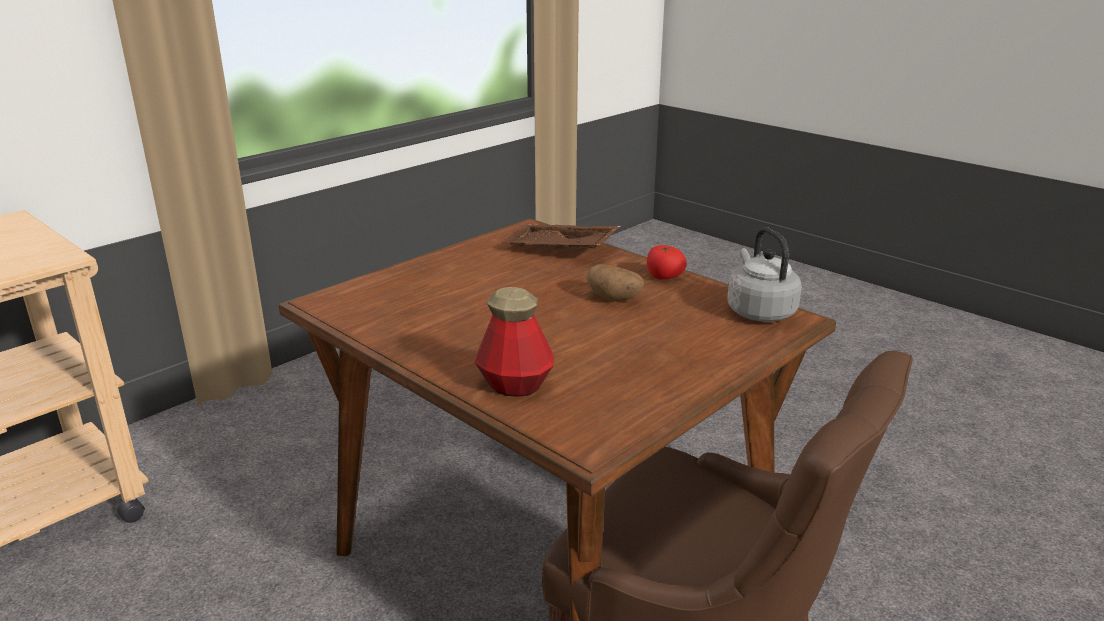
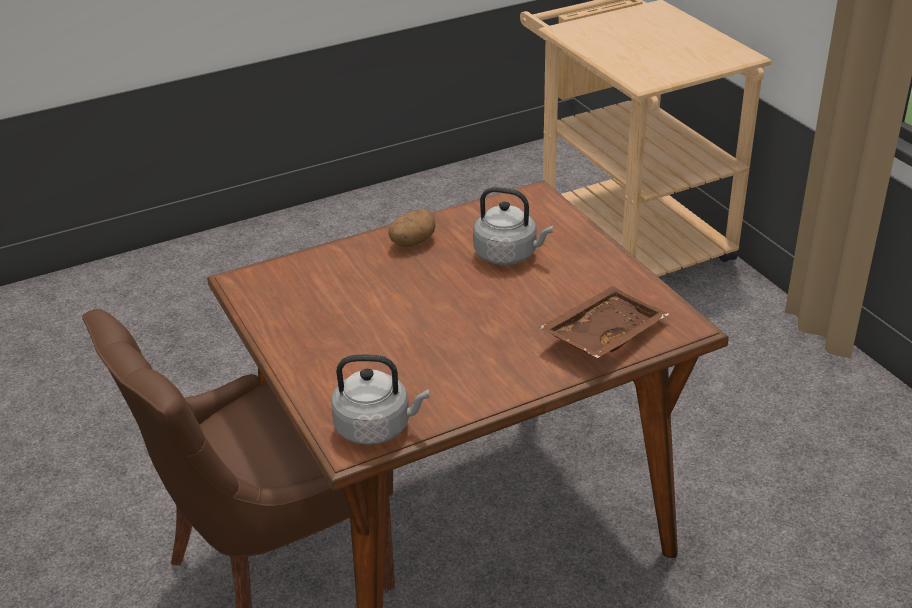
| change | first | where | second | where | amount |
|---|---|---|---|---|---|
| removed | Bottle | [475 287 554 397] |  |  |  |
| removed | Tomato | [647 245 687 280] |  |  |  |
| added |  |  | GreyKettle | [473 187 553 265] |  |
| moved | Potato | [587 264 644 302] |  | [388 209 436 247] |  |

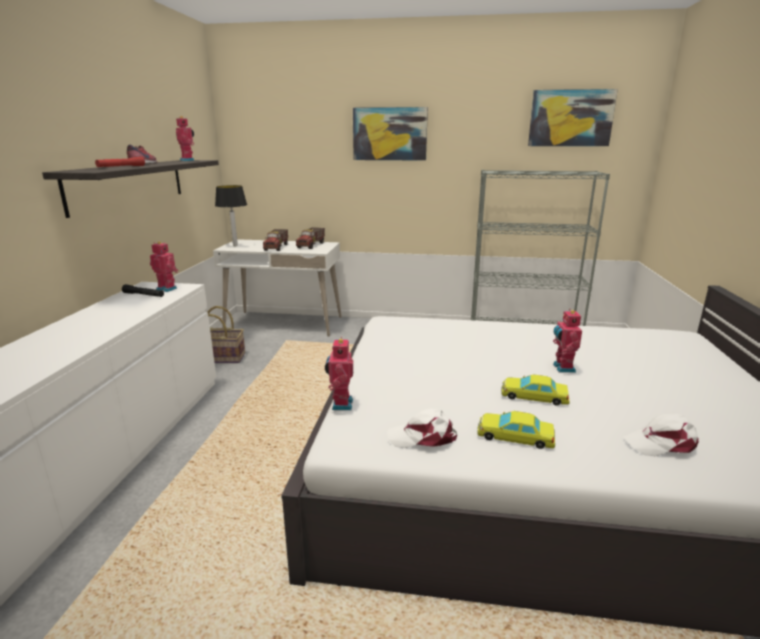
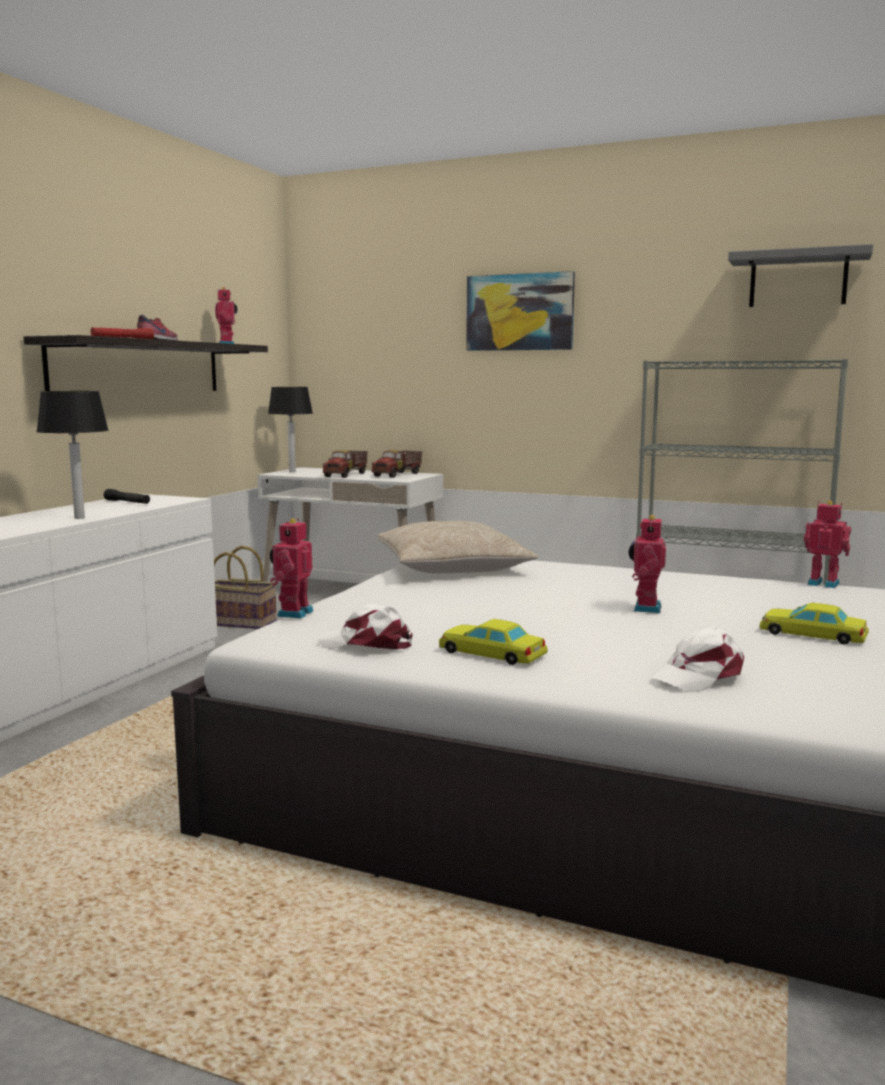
| change | first | where | second | where | amount |
|---|---|---|---|---|---|
| added |  |  | TableLamp | [36 391 109 519] |  |
| added |  |  | BeigePillow | [377 521 538 574] |  |
| moved | ToyRobot | [150 242 178 292] |  | [804 501 851 588] |  |
| moved | YellowToyCar | [501 374 570 406] |  | [760 603 869 645] |  |
| replaced | Picture | [528 89 618 146] | GreyShelf | [728 244 873 307] |  |
| turned | WhiteCap | [623 414 699 457] |  | [651 627 744 692] | 45 degrees counterclockwise |

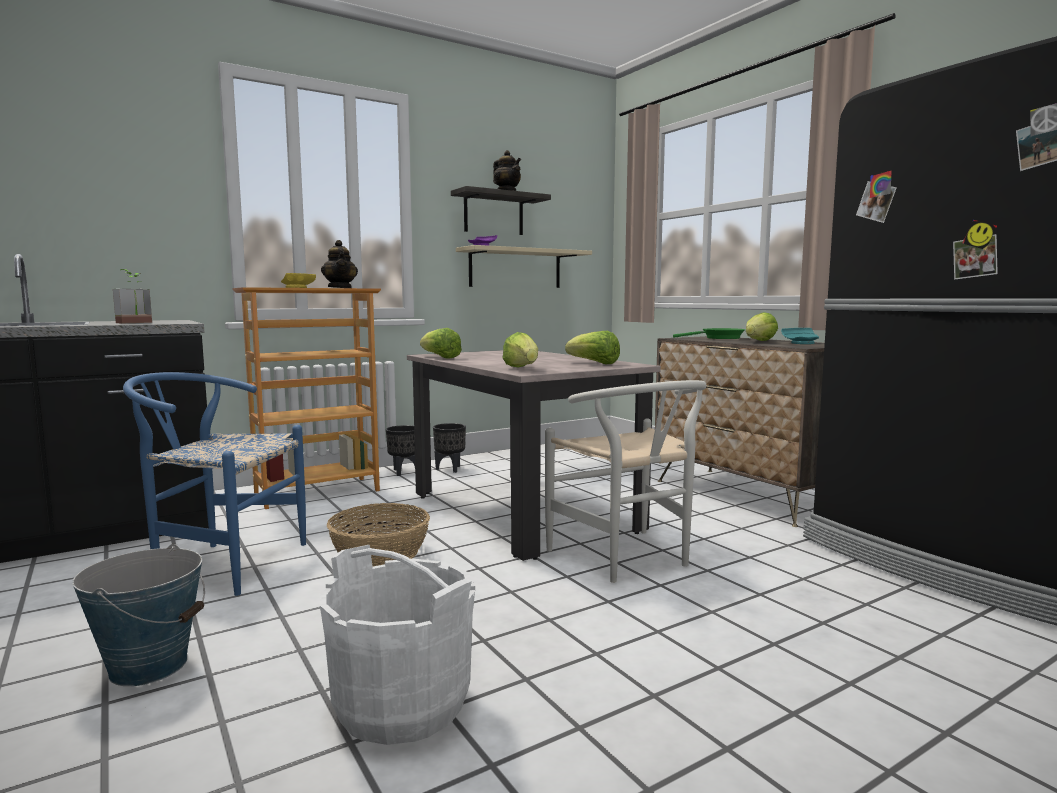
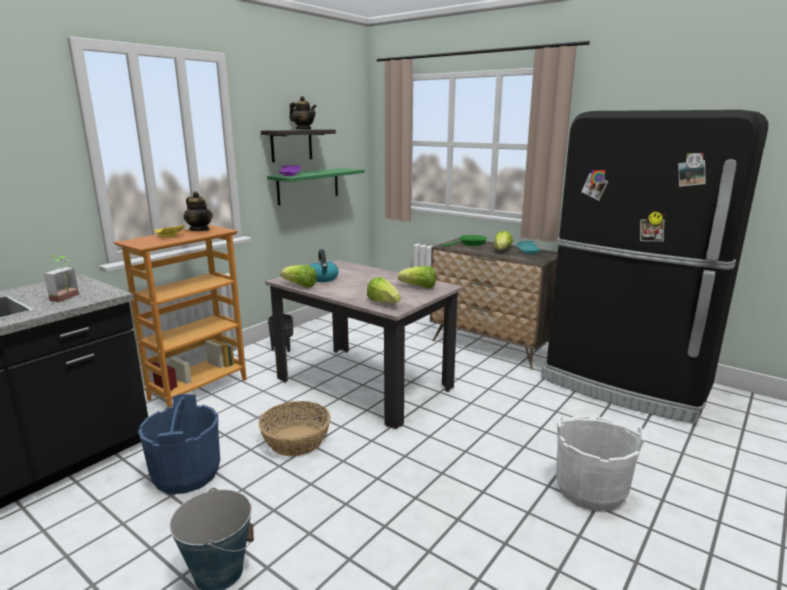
| change | first | where | second | where | amount |
|---|---|---|---|---|---|
| removed | BlackPlanter | [386 425 415 476] |  |  |  |
| removed | WhiteChair | [545 380 707 583] |  |  |  |
| added |  |  | Kettle | [310 249 339 282] |  |
| moved | WhiteBucket | [320 545 475 745] |  | [556 415 645 511] |  |
| replaced | BlueChair | [123 372 306 596] | BlueBucket | [138 394 220 494] |  |
| recoloured | BeigeShelf | [456 245 592 288] | GreenShelf | [267 168 364 205] |  |

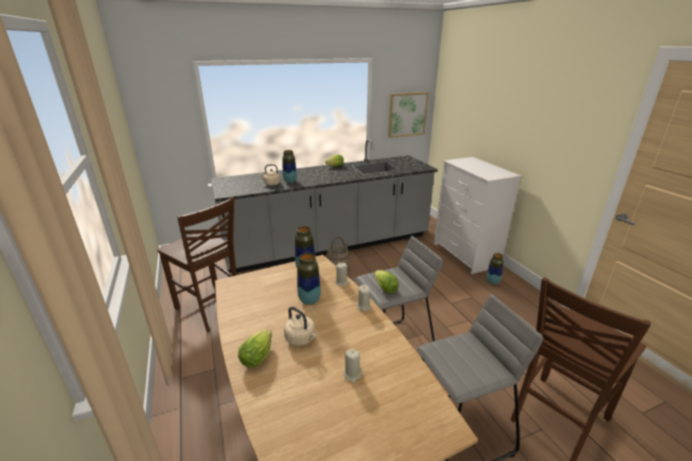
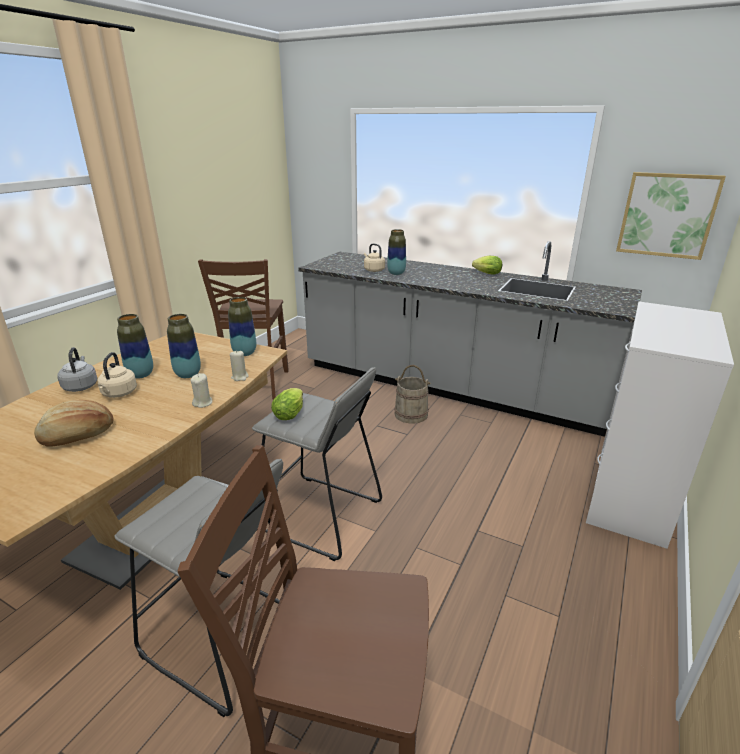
| change | first | where | second | where | amount |
|---|---|---|---|---|---|
| moved | Vase | [486 253 504 284] |  | [117 314 153 379] |  |
| replaced | Lettuce | [238 330 272 368] | GreyKettle | [57 347 97 392] |  |
| replaced | BeigeCandle | [343 349 362 383] | Bread | [34 400 114 447] |  |

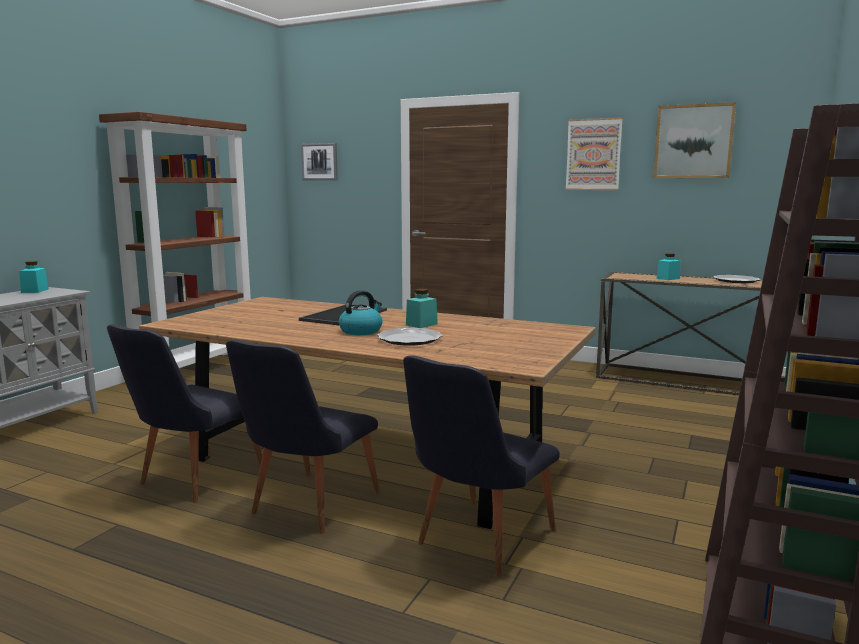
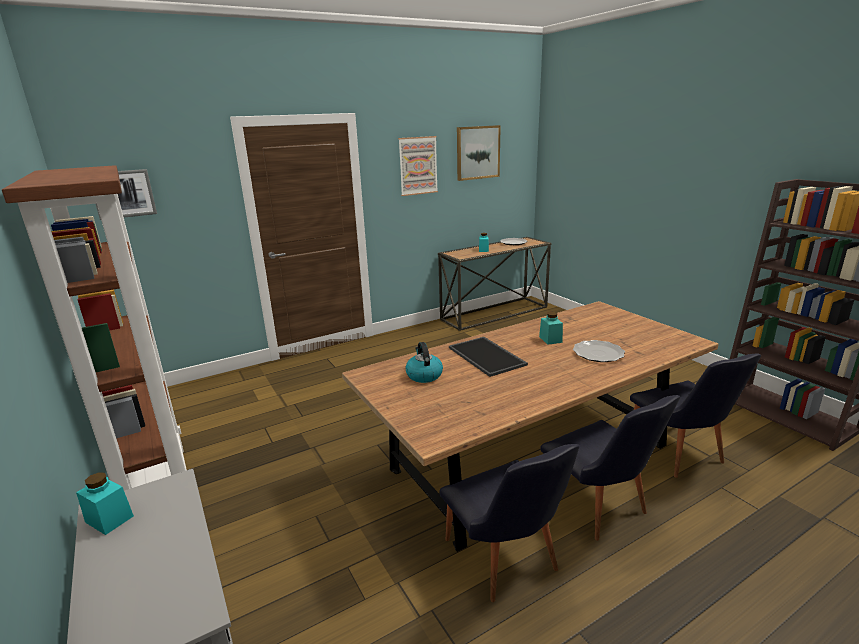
| change | first | where | second | where | amount |
|---|---|---|---|---|---|
| moved | Kettle | [339 290 382 335] |  | [405 342 443 383] |  |

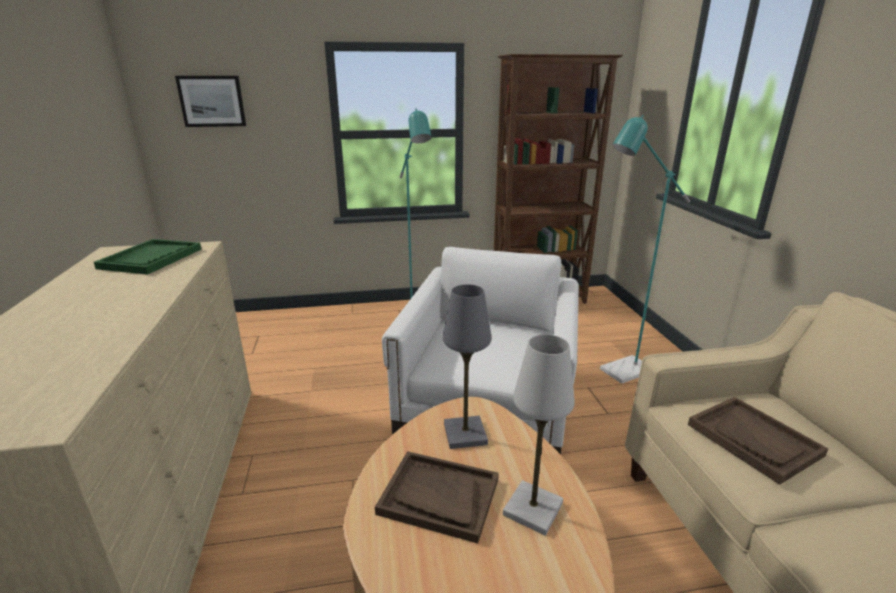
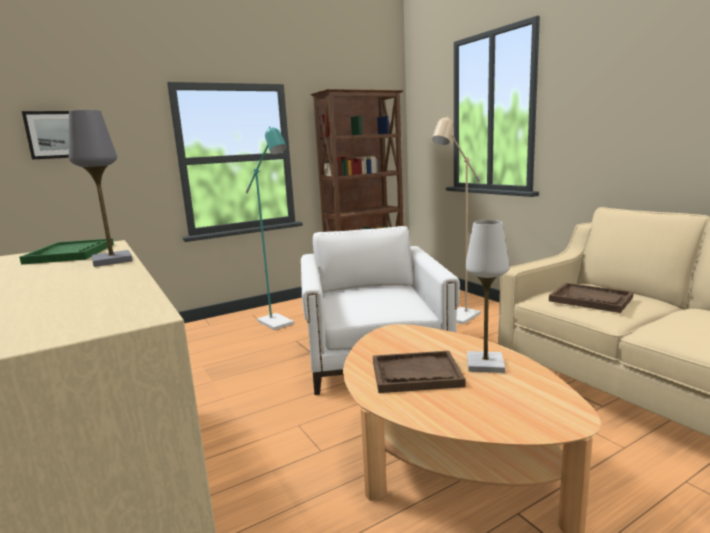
| change | first | where | second | where | amount |
|---|---|---|---|---|---|
| moved | GreyTableLamp | [443 284 491 449] |  | [69 110 133 267] |  |
| recoloured | TurquoiseFloorLamp | [600 115 690 384] | BeigeFloorLamp | [432 116 481 324] |  |

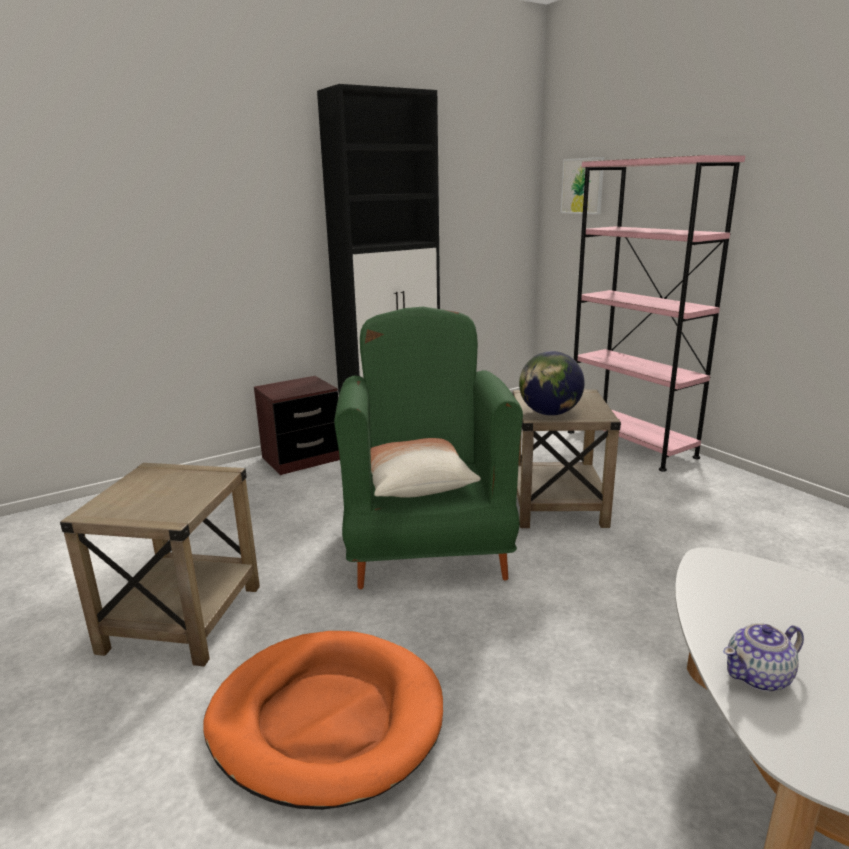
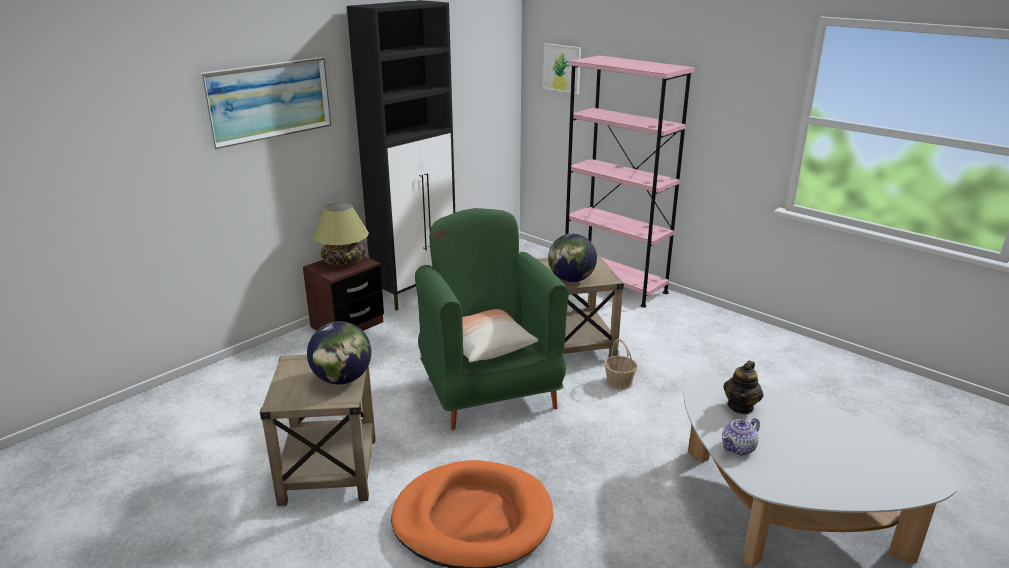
| change | first | where | second | where | amount |
|---|---|---|---|---|---|
| added |  |  | Picture | [199 57 331 149] |  |
| added |  |  | Globe | [307 321 371 385] |  |
| added |  |  | TableLamp | [314 202 369 266] |  |
| added |  |  | Basket | [604 339 637 390] |  |
| added |  |  | Teapot | [724 361 764 414] |  |

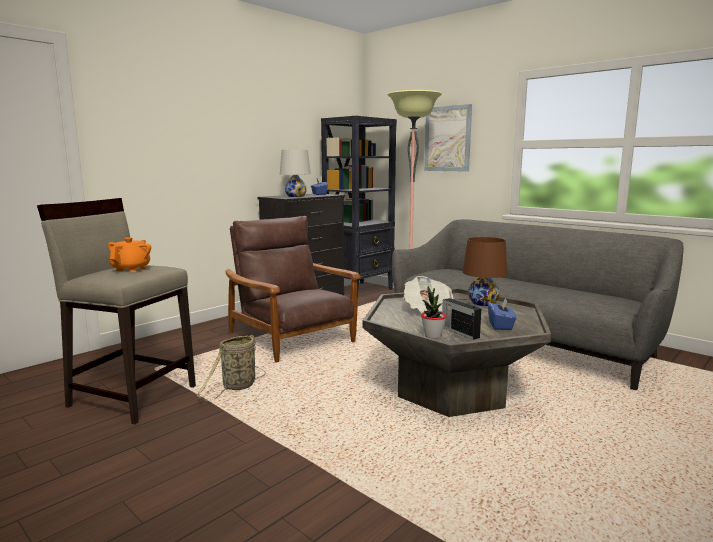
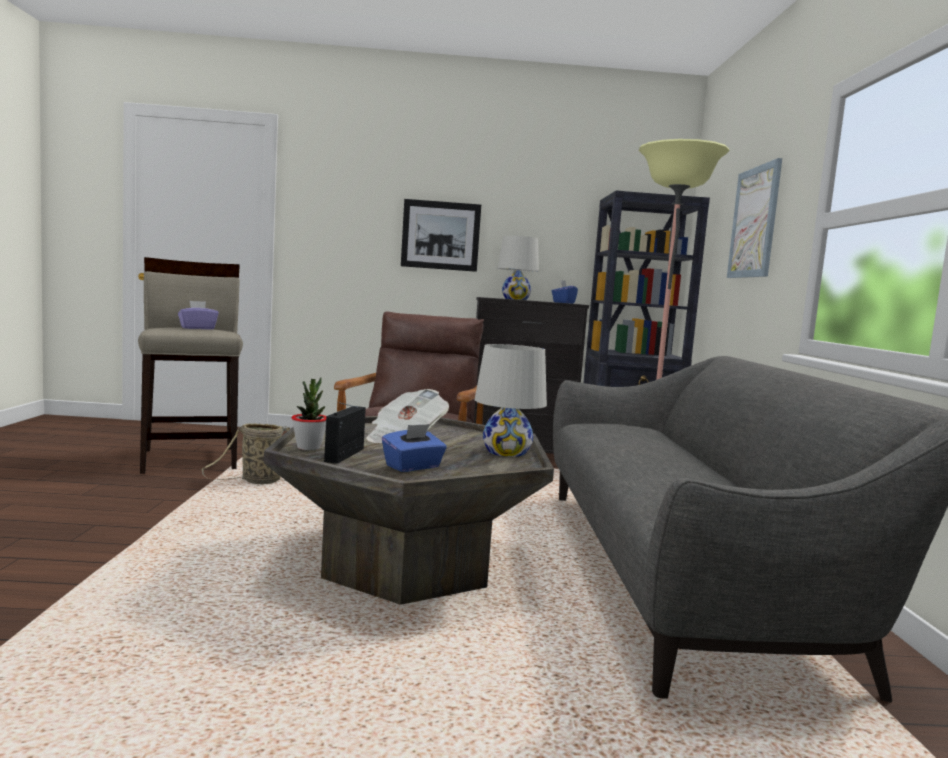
| change | first | where | second | where | amount |
|---|---|---|---|---|---|
| added |  |  | Picture | [401 199 481 272] |  |
| replaced | OrangeTeapot | [108 237 151 272] | PurpleTissueBox | [178 301 218 330] |  |
| recoloured | BrownTableLamp | [462 237 508 306] | WhiteTableLamp | [475 344 547 457] |  |

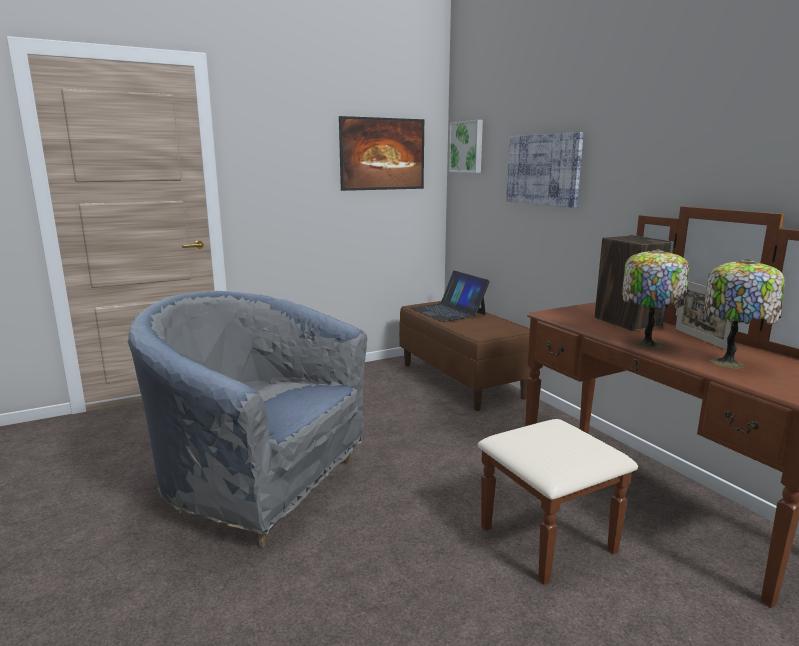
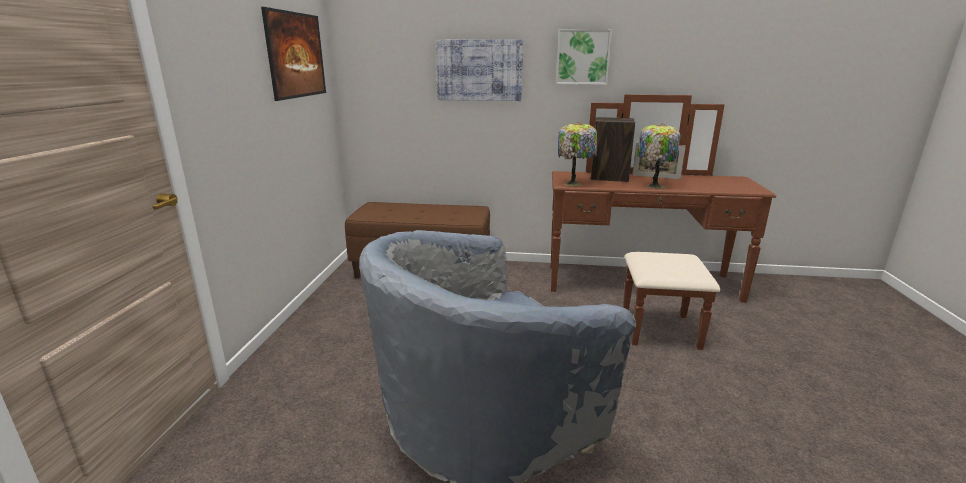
| change | first | where | second | where | amount |
|---|---|---|---|---|---|
| removed | Laptop | [410 271 490 322] |  |  |  |
| moved | Picture | [449 120 483 173] |  | [556 29 612 85] |  |
| moved | TableLamp | [704 259 784 368] |  | [558 122 597 186] |  |

